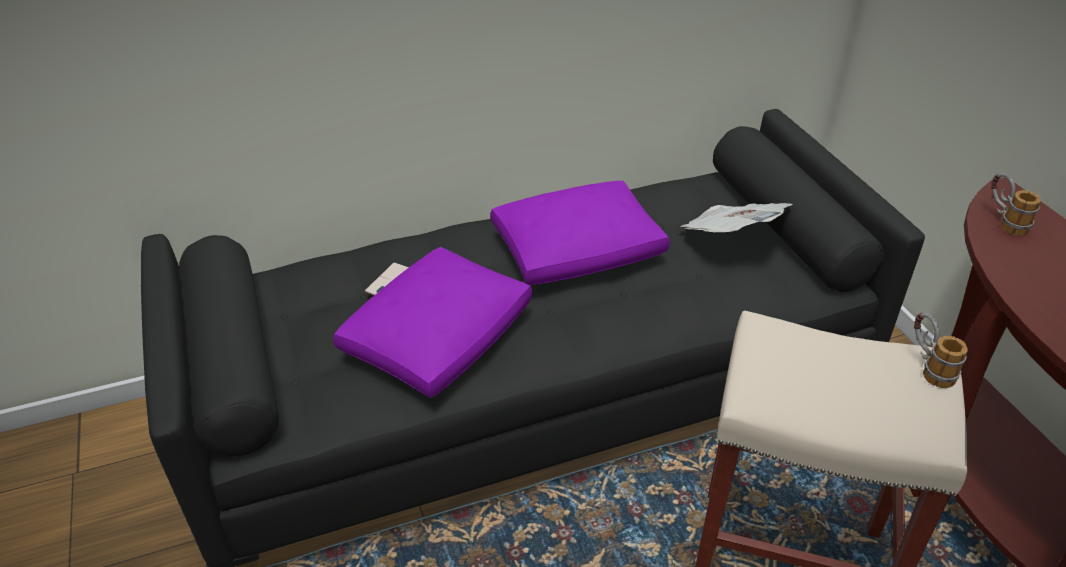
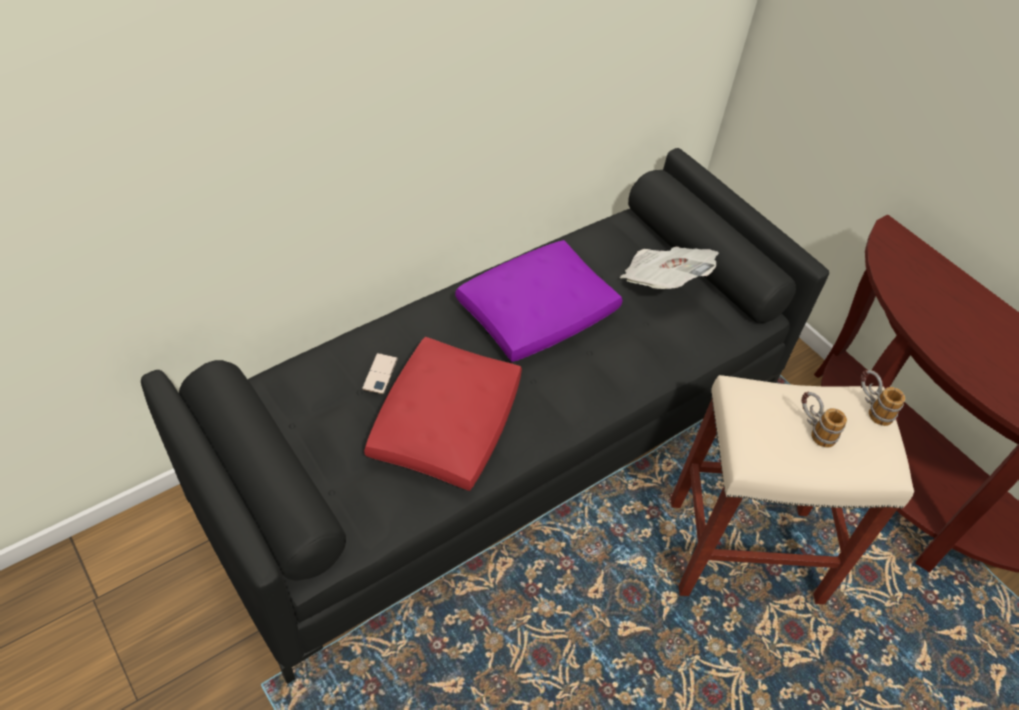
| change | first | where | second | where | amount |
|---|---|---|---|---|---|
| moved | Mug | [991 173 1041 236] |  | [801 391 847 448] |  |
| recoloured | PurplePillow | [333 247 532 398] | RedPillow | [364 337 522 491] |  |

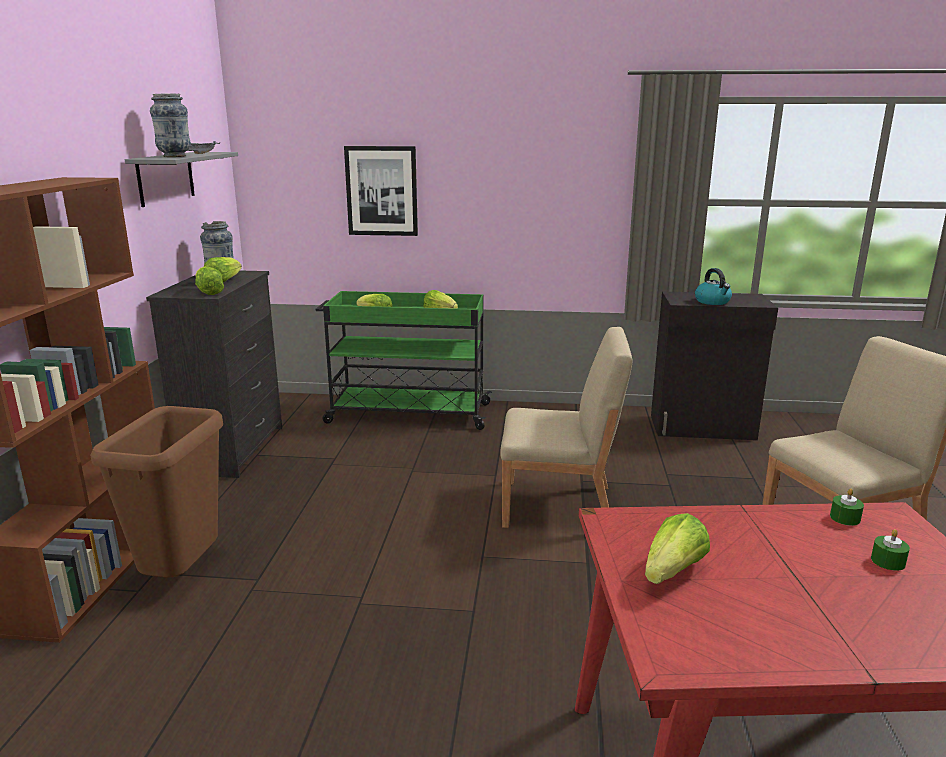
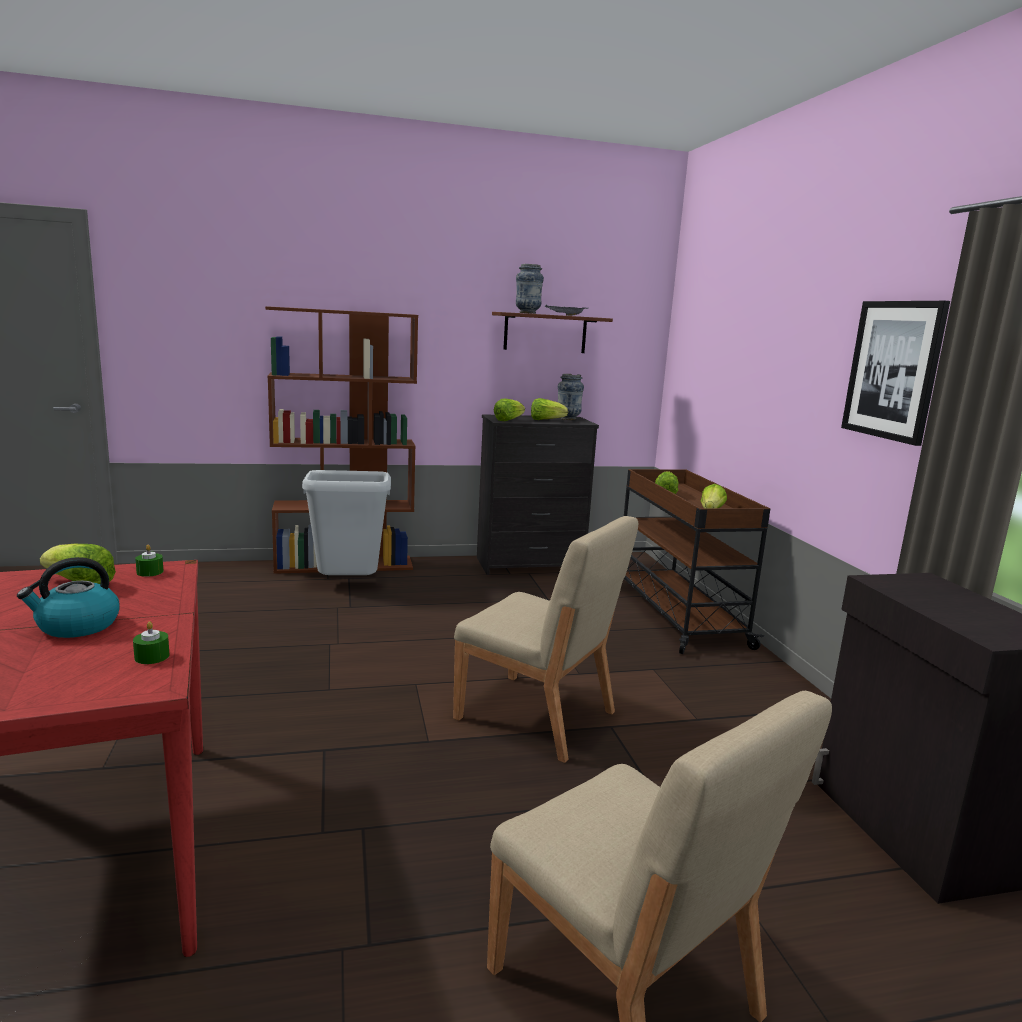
| change | first | where | second | where | amount |
|---|---|---|---|---|---|
| moved | Picture | [344 146 418 236] |  | [841 301 950 446] |  |
| moved | Kettle | [695 268 732 305] |  | [17 557 120 638] |  |
| moved | GreenCandle | [871 529 910 571] |  | [135 544 164 577] |  |
| recoloured | BrownTrashCan | [90 406 223 578] | GreyTrashCan | [302 470 391 575] |  |
| recoloured | GreyShelf | [125 152 238 207] | BrownShelf | [492 312 613 353] |  |
| recoloured | GreenCart | [316 291 492 430] | BrownCart | [624 469 770 654] |  |
| turned | BeigeChair | [500 327 632 528] |  | [453 516 638 763] | 45 degrees counterclockwise |

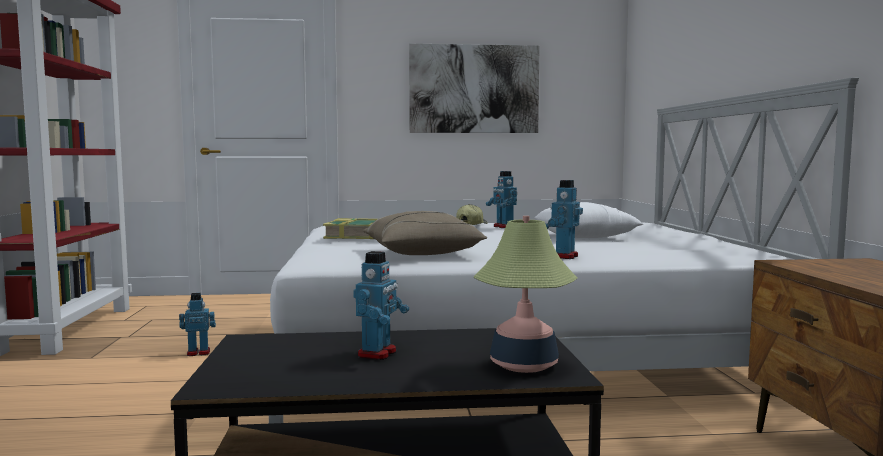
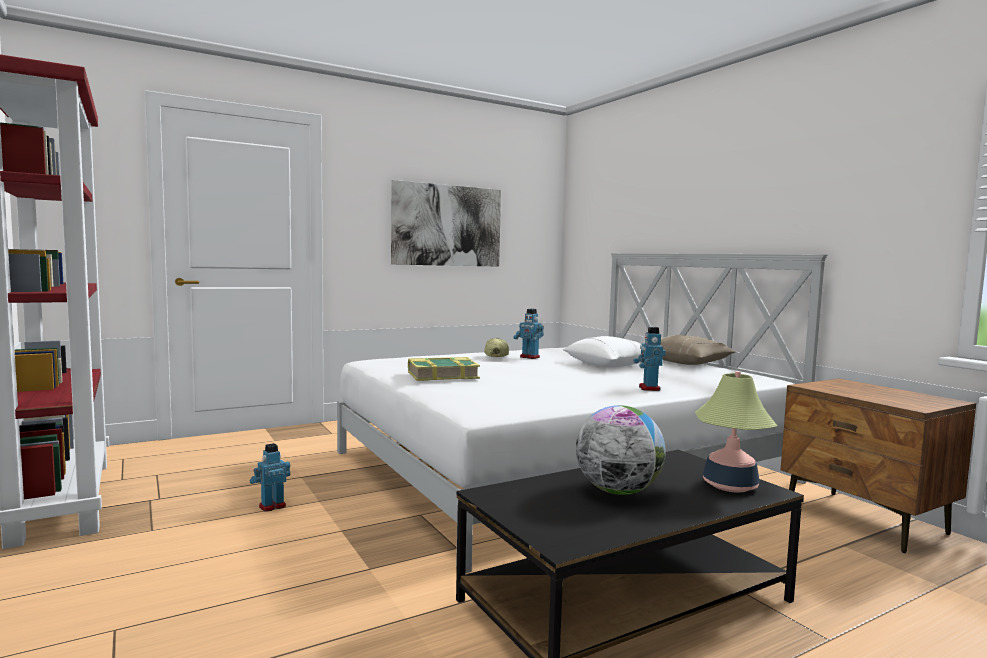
| change | first | where | second | where | amount |
|---|---|---|---|---|---|
| moved | BeigePillow | [363 211 488 255] |  | [660 335 736 365] |  |
| replaced | ToyRobot | [353 251 409 360] | Globe | [576 405 666 495] |  |

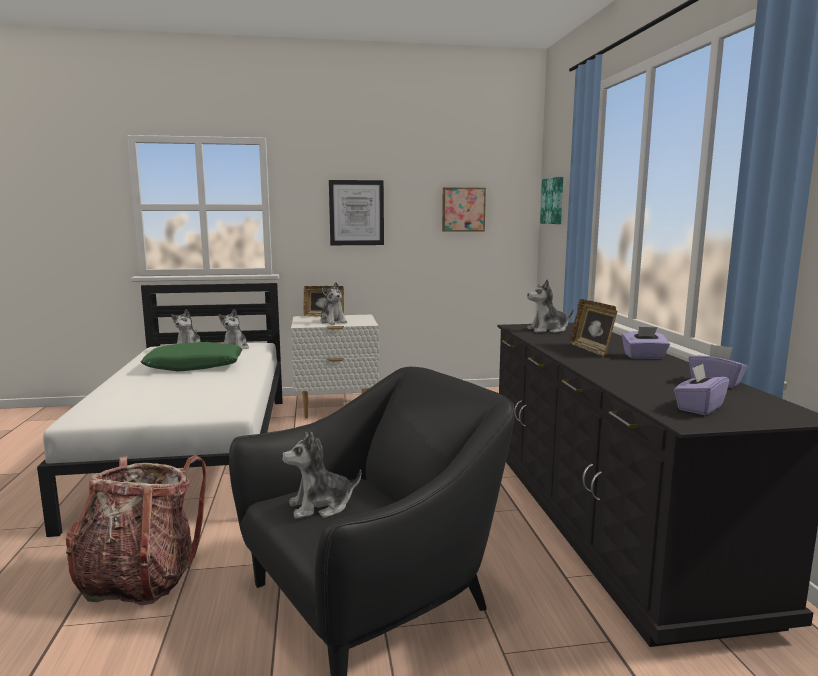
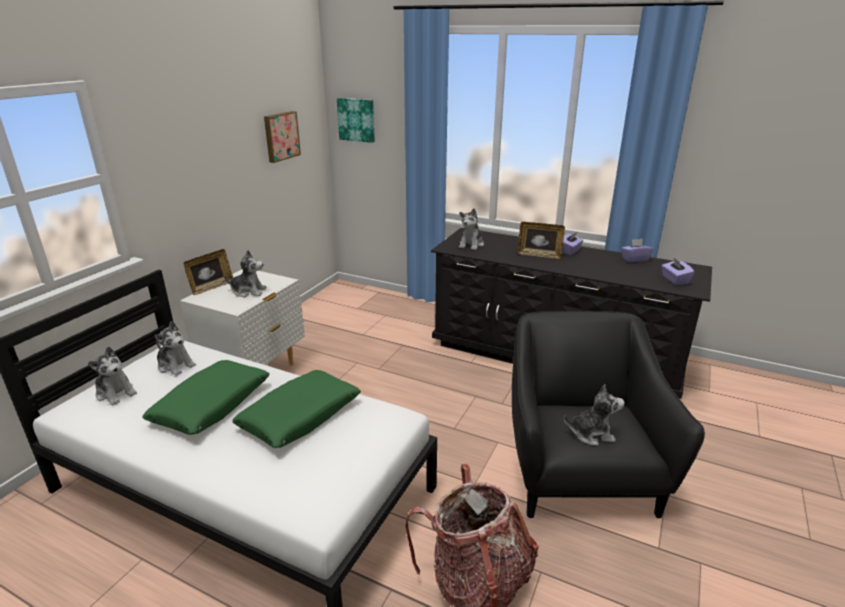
| change | first | where | second | where | amount |
|---|---|---|---|---|---|
| removed | Picture | [329 180 384 245] |  |  |  |
| added |  |  | GreenPillow | [232 370 361 448] |  |
| turned | PlushToy | [282 432 361 519] |  | [564 384 625 446] | 105 degrees counterclockwise |

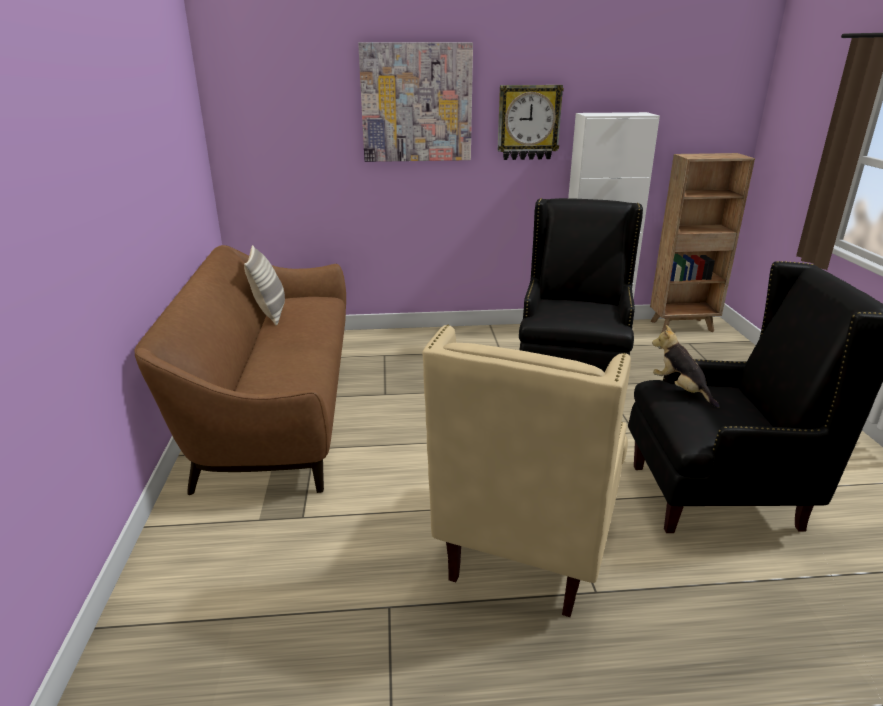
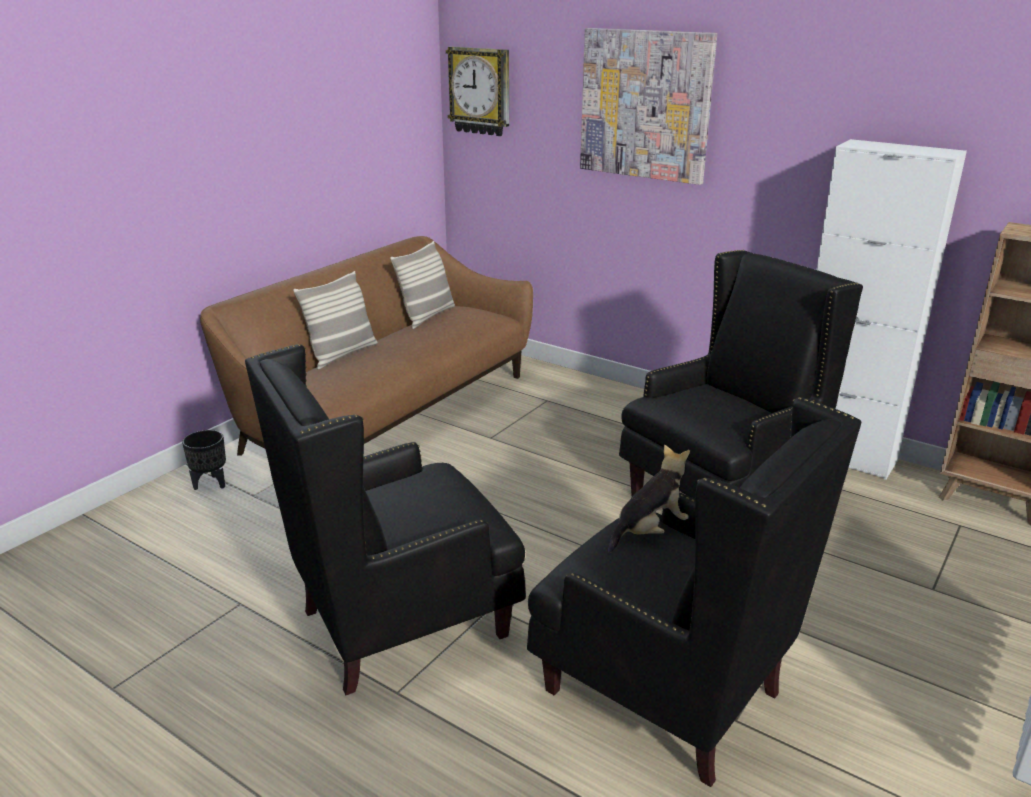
| change | first | where | second | where | amount |
|---|---|---|---|---|---|
| added |  |  | BlackPlanter | [182 430 226 490] |  |
| added |  |  | Pillow | [293 271 378 369] |  |
| moved | WallClock | [497 85 564 160] |  | [446 46 509 136] |  |
| recoloured | BeigeArmchair | [422 325 631 617] | BlackArmchair | [245 344 526 695] |  |
| turned | PlushToy | [652 325 720 408] |  | [608 445 690 553] | 45 degrees clockwise |

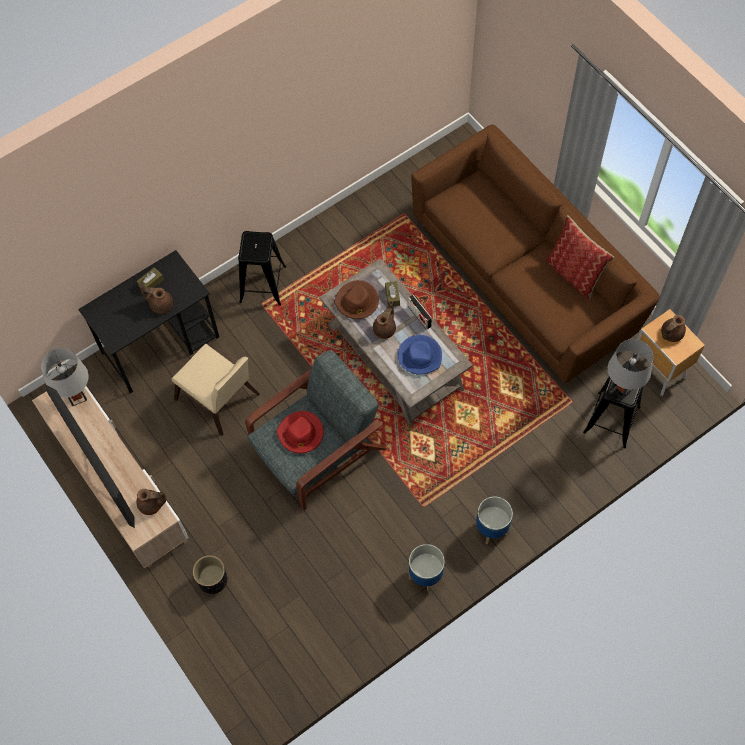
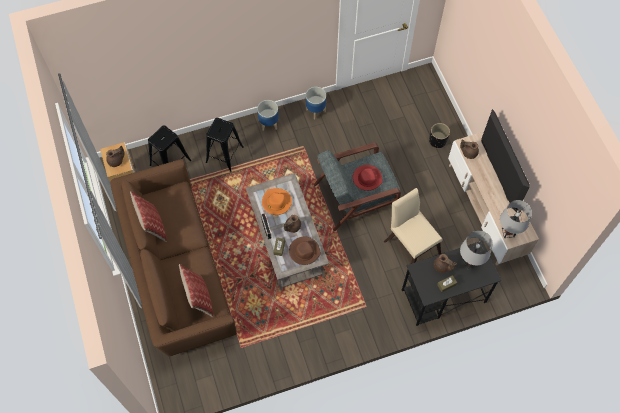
| change | first | where | second | where | amount |
|---|---|---|---|---|---|
| added |  |  | Pillow | [179 264 213 317] |  |
| moved | BlackStool | [238 231 286 306] |  | [206 118 244 172] |  |
| moved | GreyTableLamp | [608 339 654 399] |  | [460 230 493 270] |  |
| recoloured | BlueHat | [398 335 442 375] | OrangeHat | [262 188 292 215] |  |

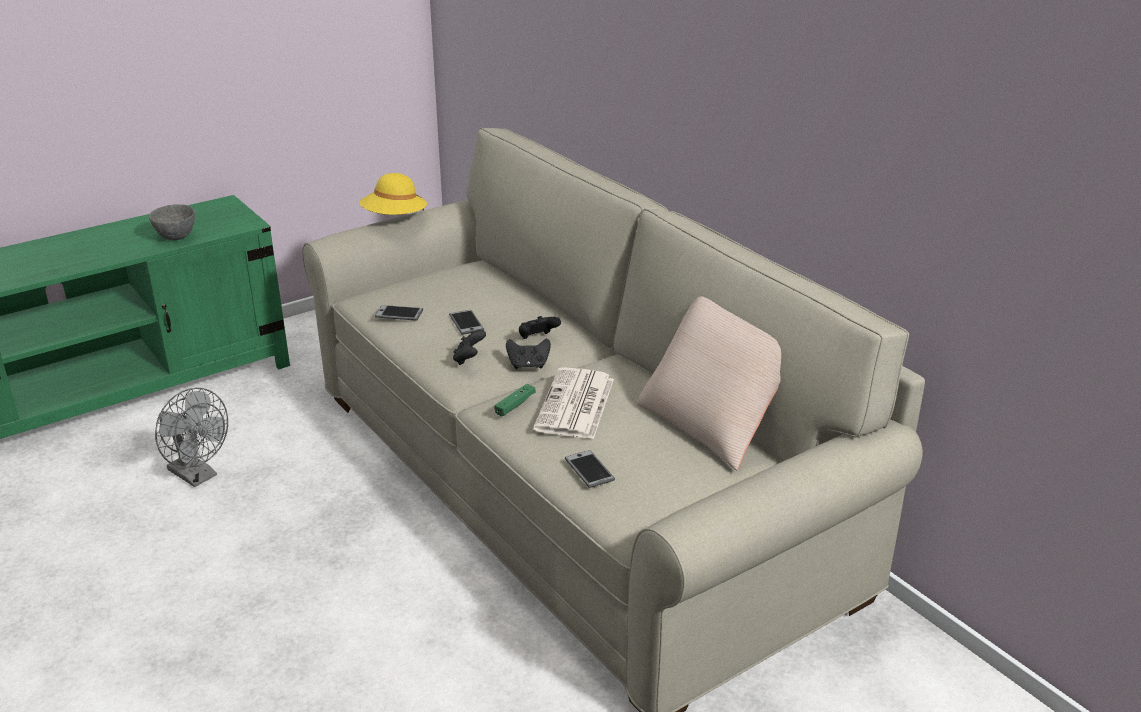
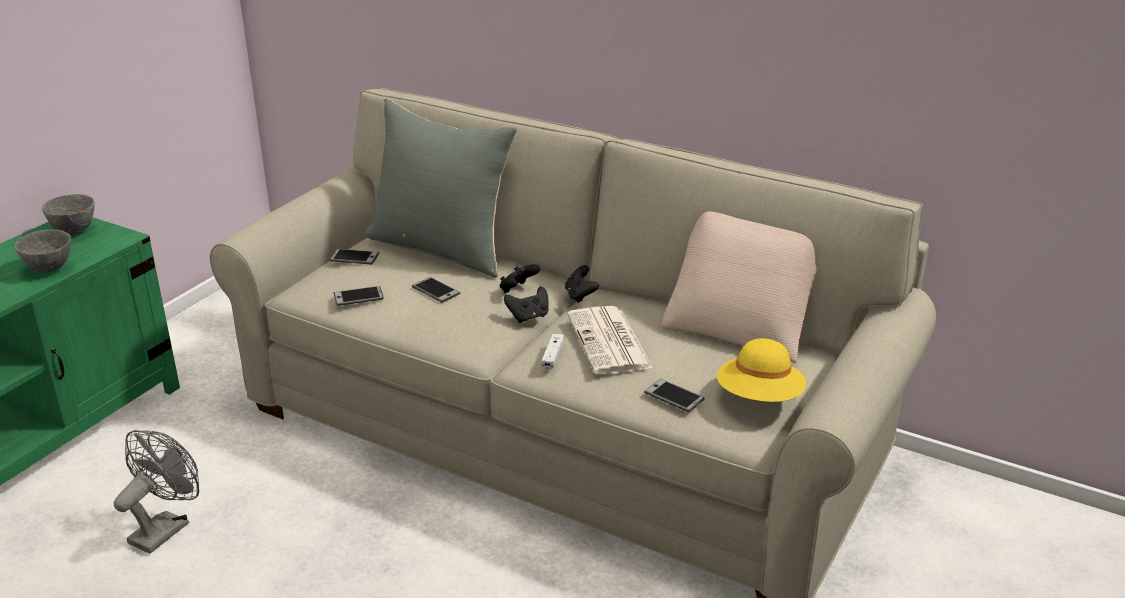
| change | first | where | second | where | amount |
|---|---|---|---|---|---|
| added |  |  | GreyBowl | [42 194 95 235] |  |
| added |  |  | Phone | [330 249 379 265] |  |
| added |  |  | GreyPillow | [365 98 517 278] |  |
| moved | YellowHat | [359 173 427 215] |  | [717 338 806 402] |  |
| moved | BlackGameController | [453 330 486 365] |  | [565 265 599 303] |  |
| recoloured | GreenGameController | [494 384 536 416] | WhiteGameController | [541 333 564 370] |  |
| turned | GreyFan | [155 388 228 487] |  | [114 430 199 554] | 75 degrees counterclockwise |

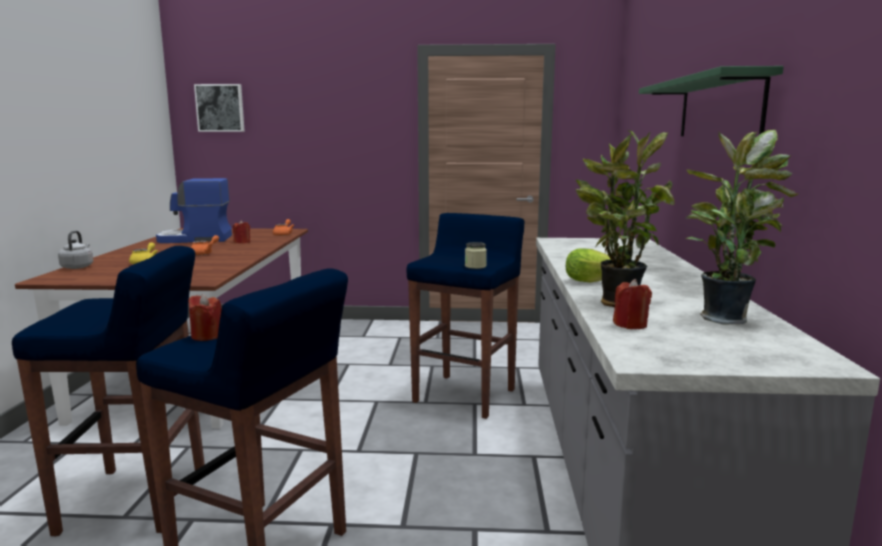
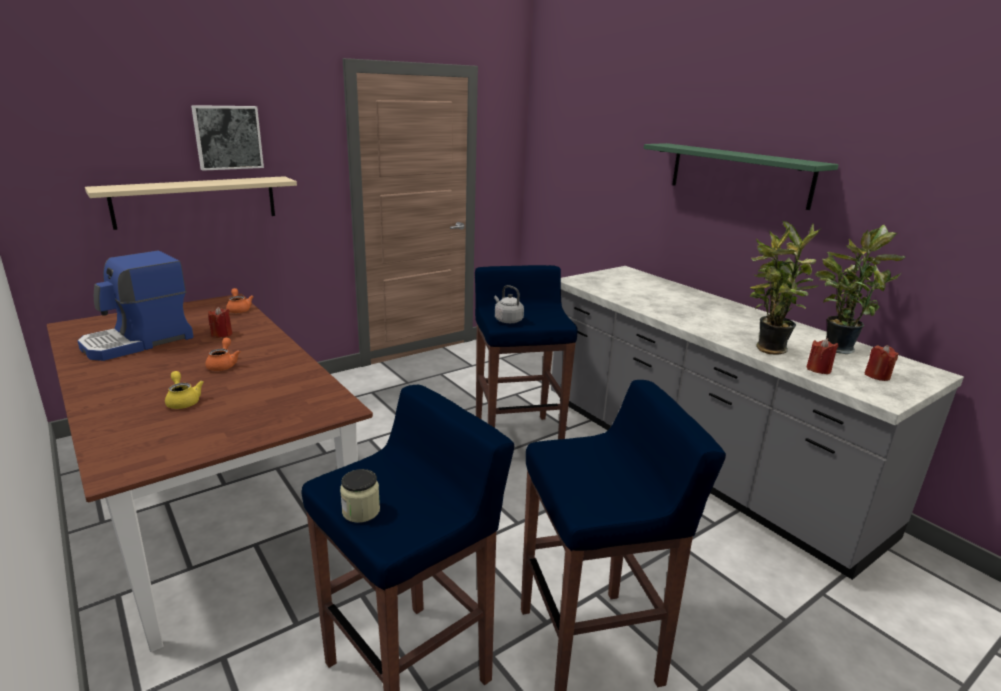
| change | first | where | second | where | amount |
|---|---|---|---|---|---|
| removed | Lettuce | [566 248 611 282] |  |  |  |
| added |  |  | BeigeShelf | [85 176 297 230] |  |
| moved | GreyKettle | [58 230 93 269] |  | [494 285 524 323] |  |
| moved | RedCandle | [188 294 221 341] |  | [865 345 899 381] |  |
| moved | Picture | [194 84 245 132] |  | [191 105 264 171] |  |
| moved | Jar | [465 242 487 269] |  | [340 469 380 523] |  |

